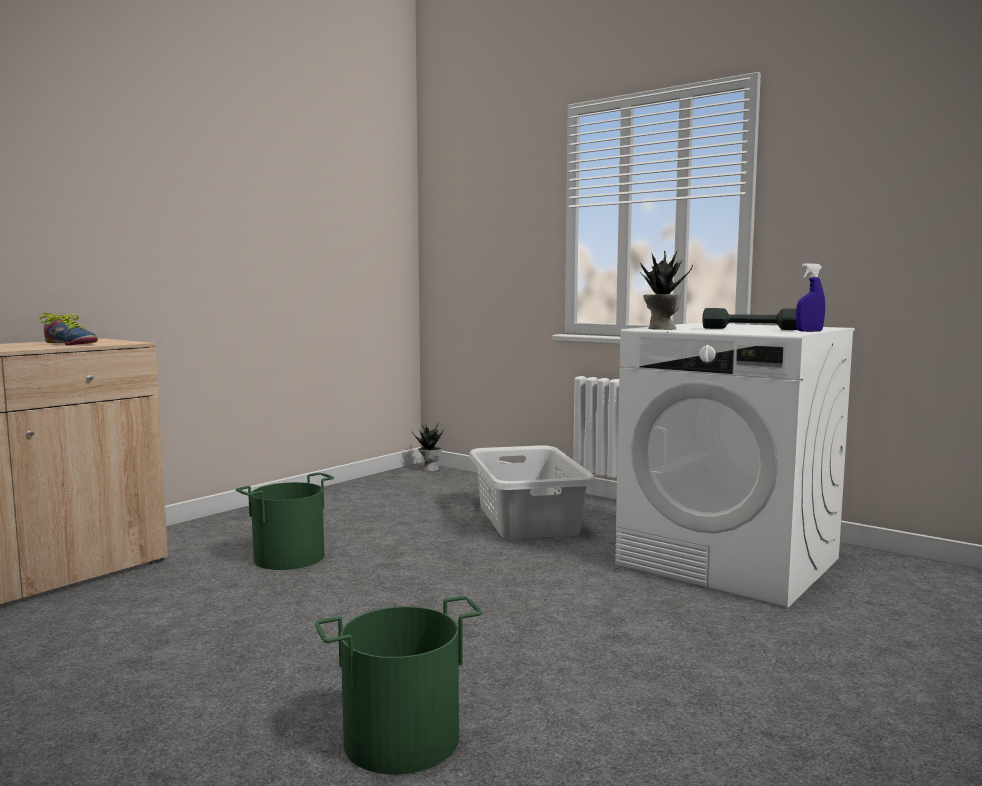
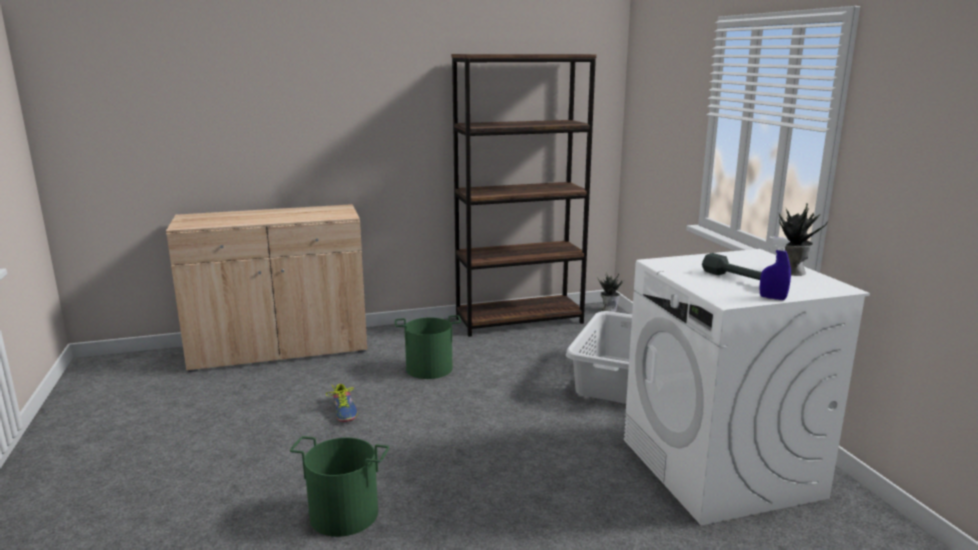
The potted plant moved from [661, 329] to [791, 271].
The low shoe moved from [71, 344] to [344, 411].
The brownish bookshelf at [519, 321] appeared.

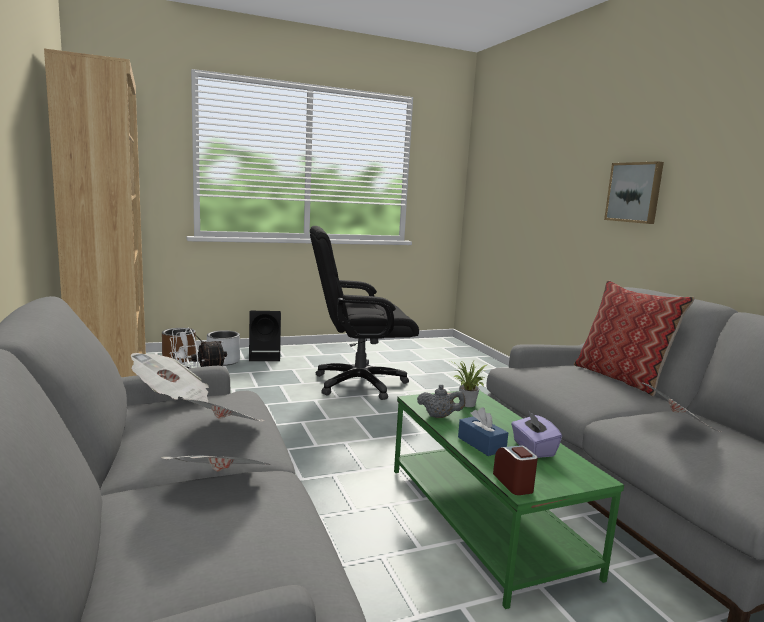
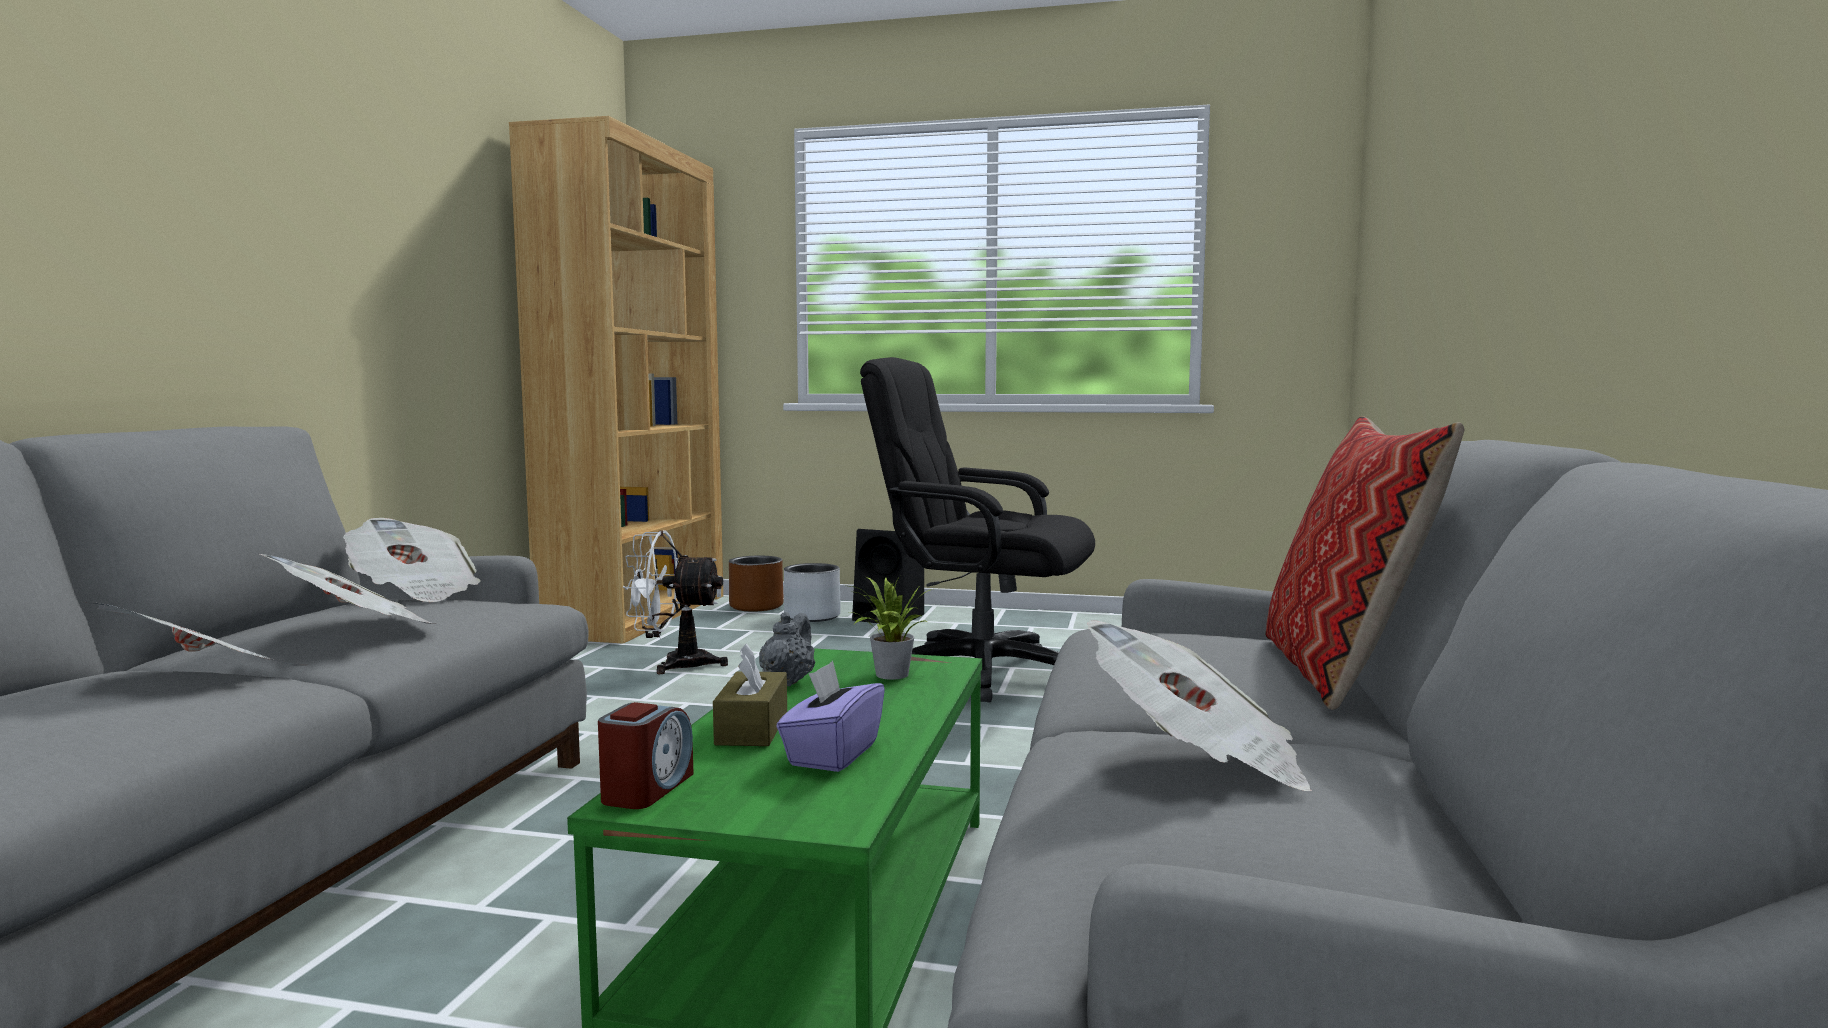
The wall art at [635, 192] disappeared.
The greyish pot for tea at [439, 416] turned 120 degrees counterclockwise.
The blue-coloured box of tissues at [481, 444] became the brownish box of tissues at [752, 728].

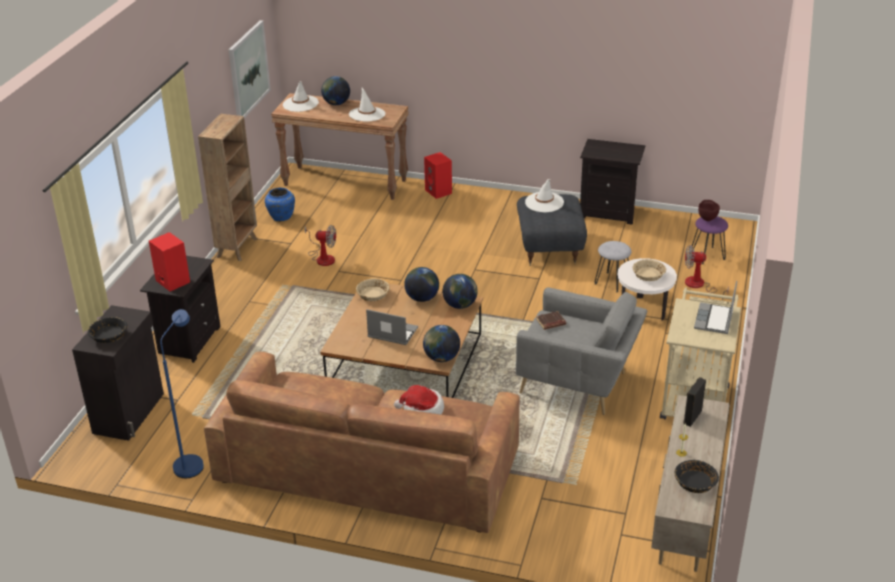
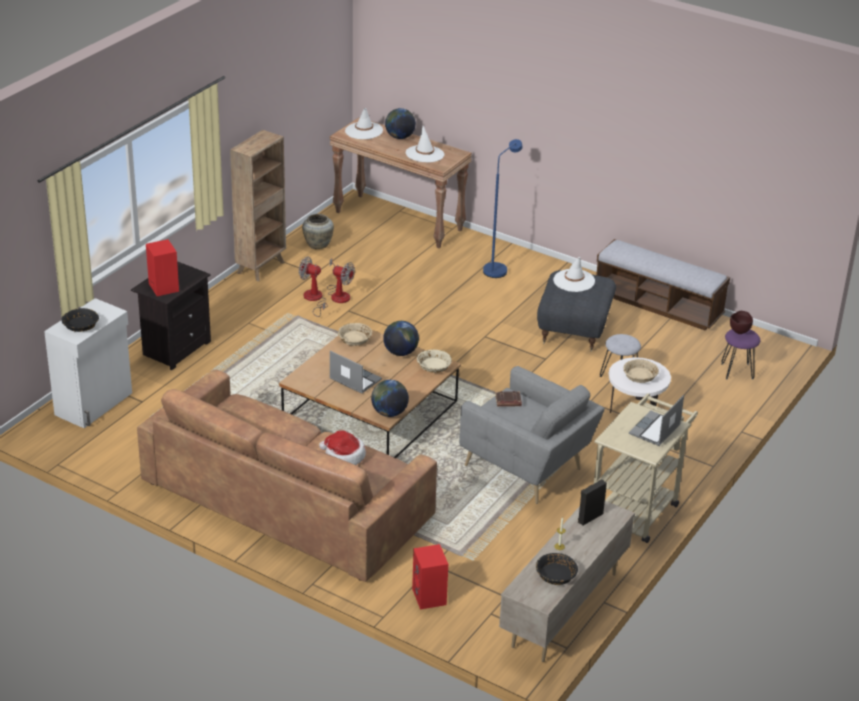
The wall art at [248, 70] disappeared.
The blackish bedside table at [609, 212] was replaced by the bench at [658, 305].
The reddish loudspeaker moved from [439, 192] to [430, 597].
The blue-coloured vase at [281, 217] became the sand-coloured vase at [318, 244].
The electric fan moved from [699, 286] to [314, 299].
The globe at [460, 305] was replaced by the sand-coloured bowl at [434, 367].
The blackish cupboard at [130, 413] became the white-coloured cupboard at [95, 404].
The blue-coloured standing lamp moved from [192, 462] to [498, 268].

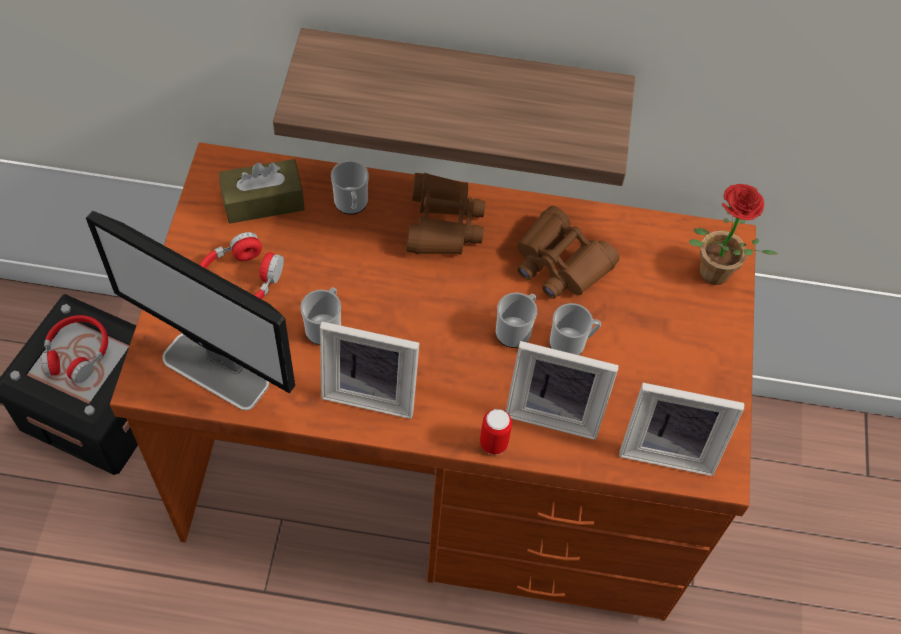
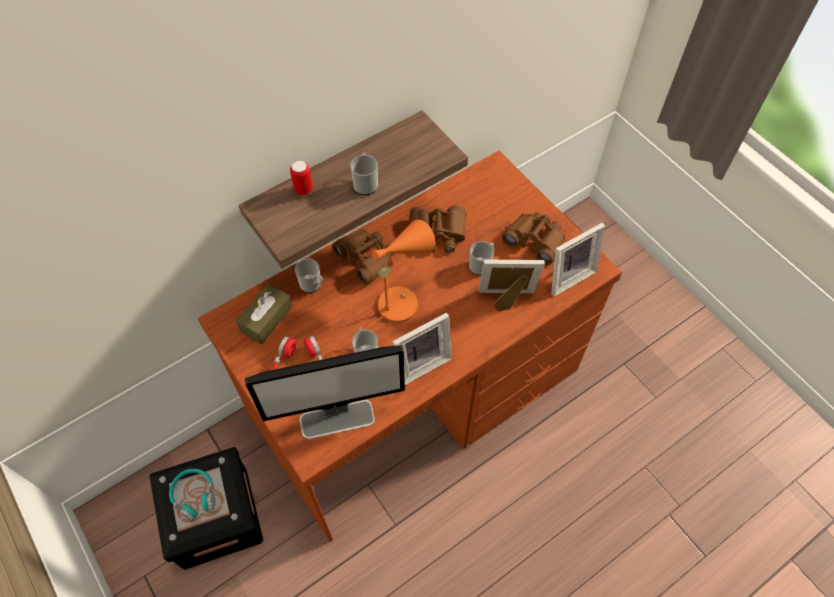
The potted plant at [710, 276] disappeared.
The tea mug moved from [516, 330] to [365, 183].
The reddish headset at [77, 353] became the turquoise headset at [194, 495].
The photo frame at [554, 410] turned 150 degrees counterclockwise.
The sealed can moved from [493, 443] to [303, 190].
The brownish binoculars at [535, 241] appeared.
The orange table lamp at [401, 300] appeared.

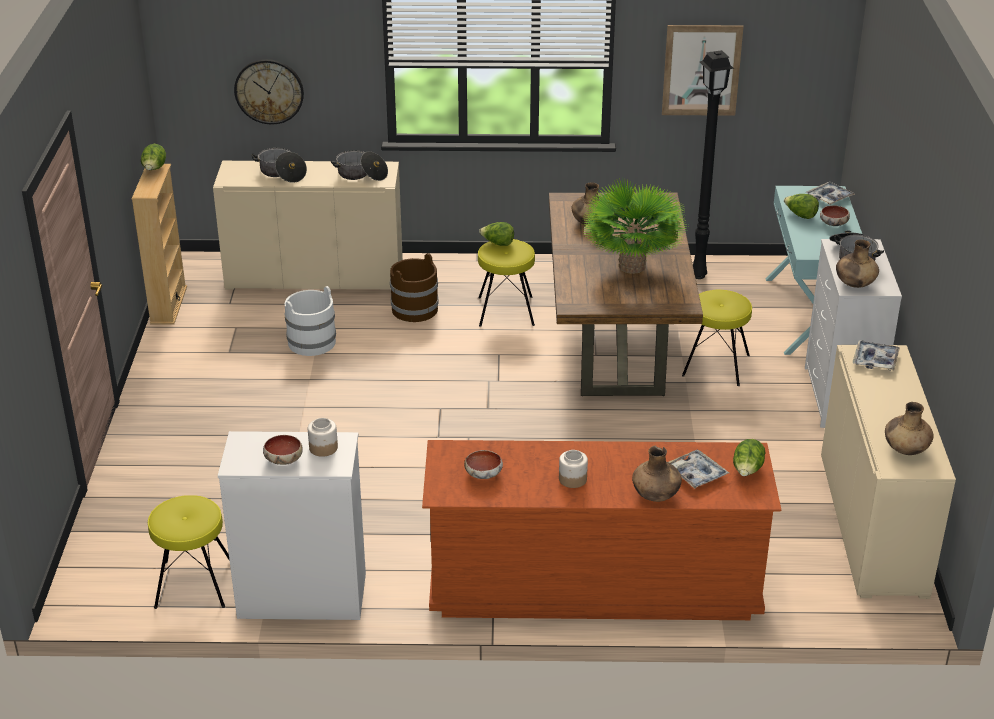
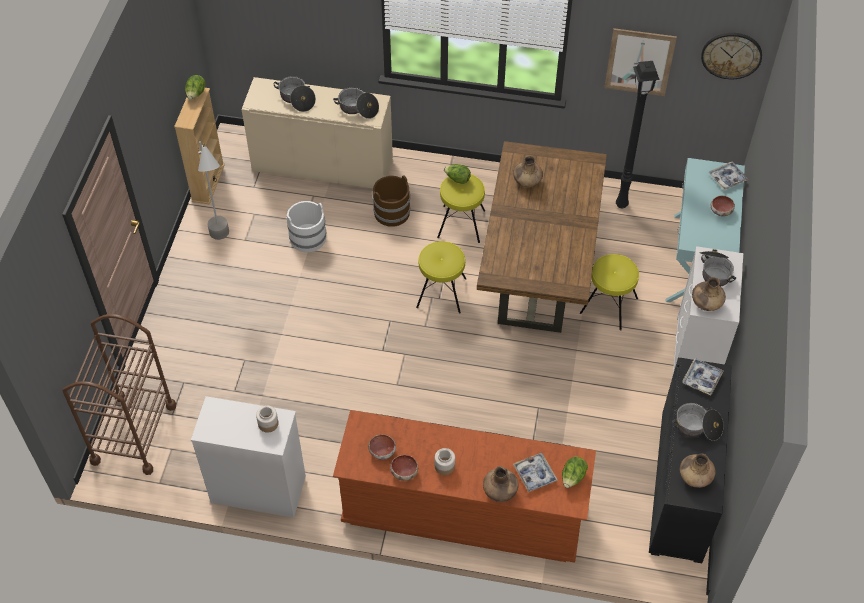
The hanging clock moved from [269, 91] to [731, 55].
The potted plant at [632, 266] disappeared.
The lettuce at [800, 215] disappeared.
The sand-coloured cupboard at [872, 524] became the blackish cupboard at [681, 485].
The bowl moved from [283, 460] to [404, 472].
The yellow-coloured sitting stool moved from [193, 584] to [441, 292].
The greyish standing lamp at [223, 244] appeared.
The brownish cart at [134, 433] appeared.
The cooking pot at [697, 427] appeared.

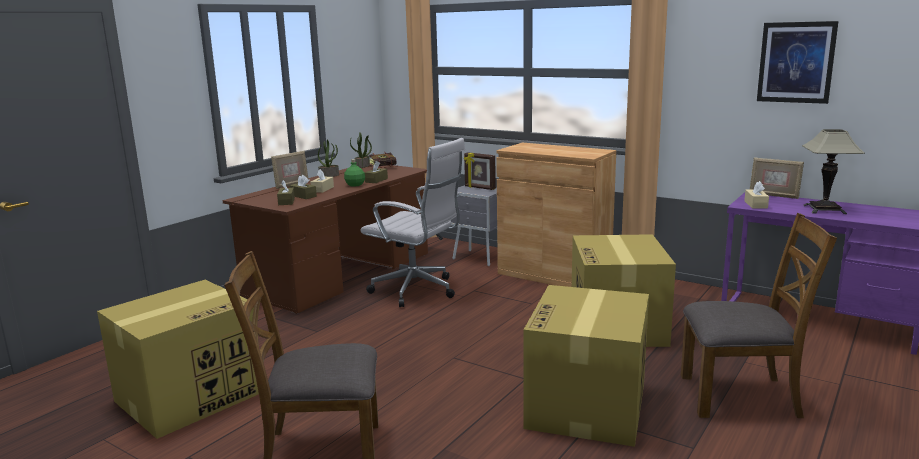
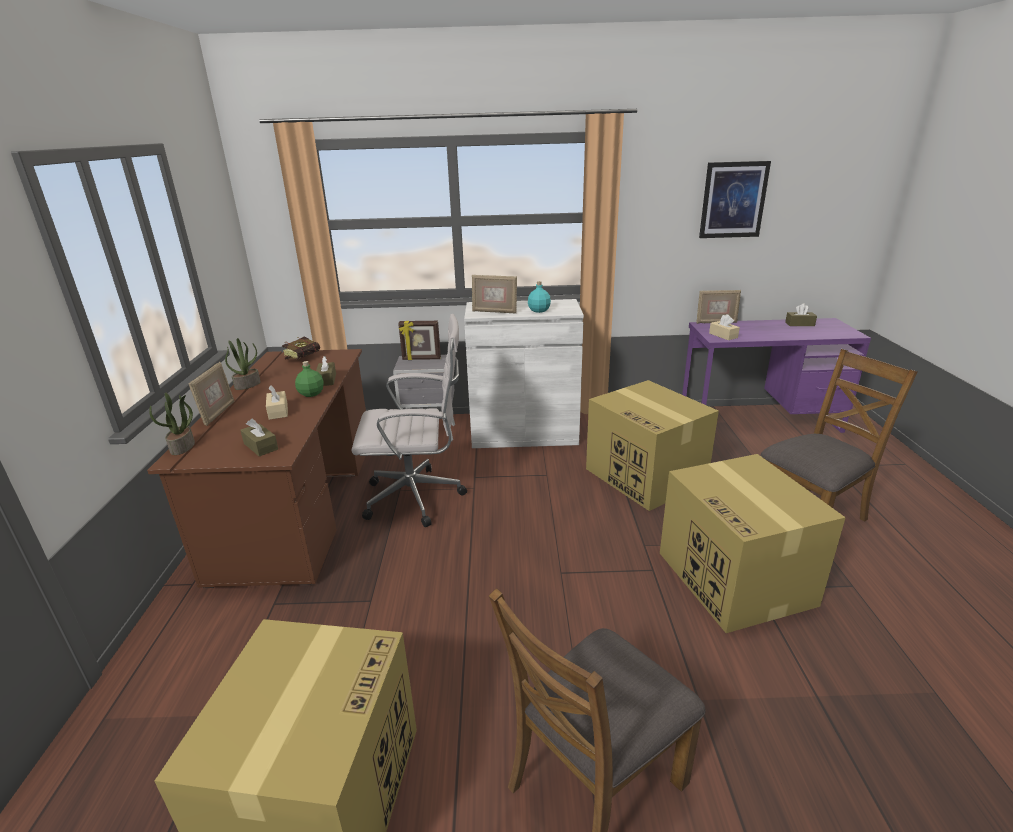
The table lamp at [824, 209] disappeared.
The potted plant moved from [362, 166] to [183, 447].
The brownish cupboard at [553, 275] became the white-coloured cupboard at [524, 434].
The brownish box of tissues moved from [303, 196] to [799, 324].
The photo frame at [494, 312] appeared.
The turquoise beverage bottle at [539, 310] appeared.

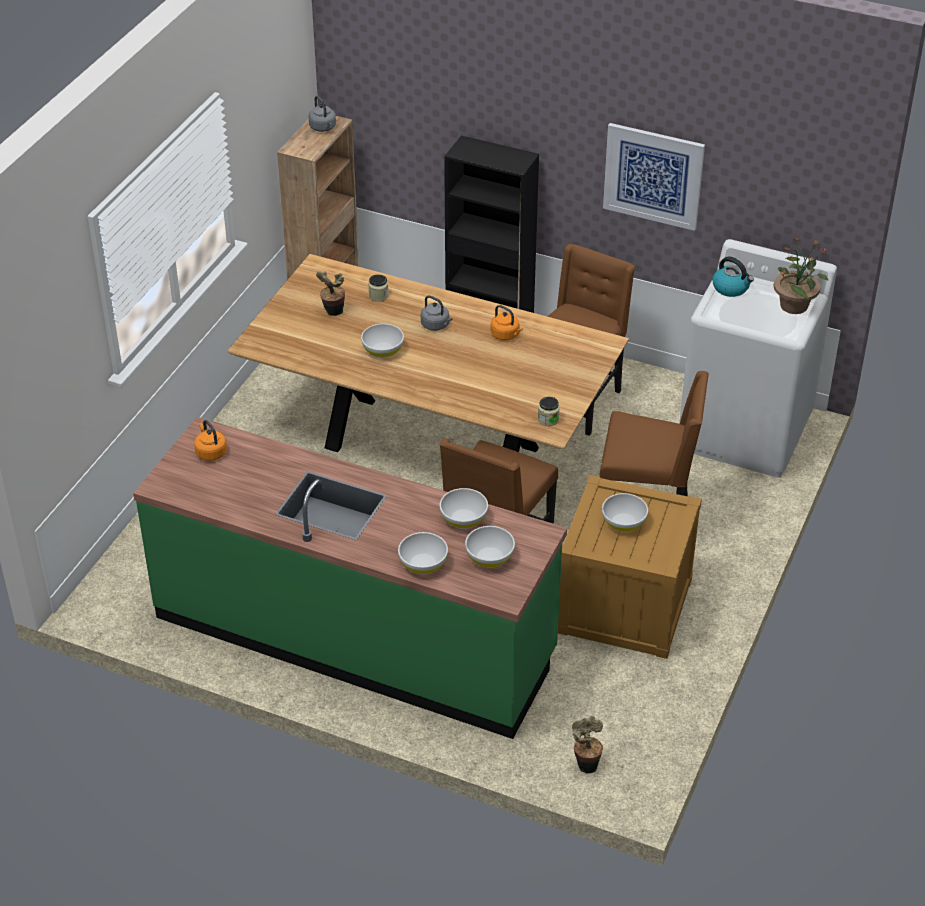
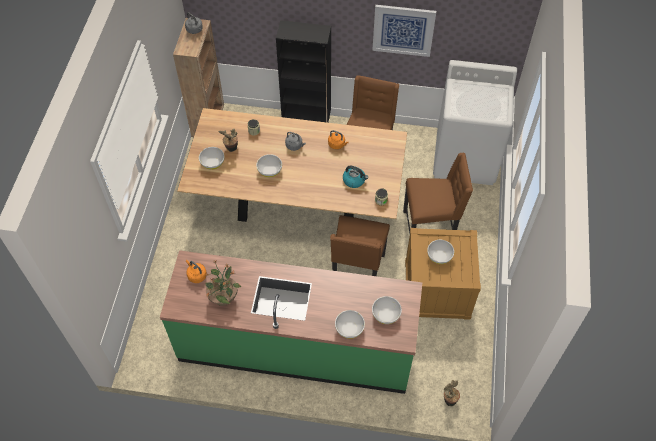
The potted plant moved from [794, 305] to [223, 297].
The tea kettle moved from [731, 288] to [354, 180].
The white-coloured bowl moved from [463, 519] to [212, 163].

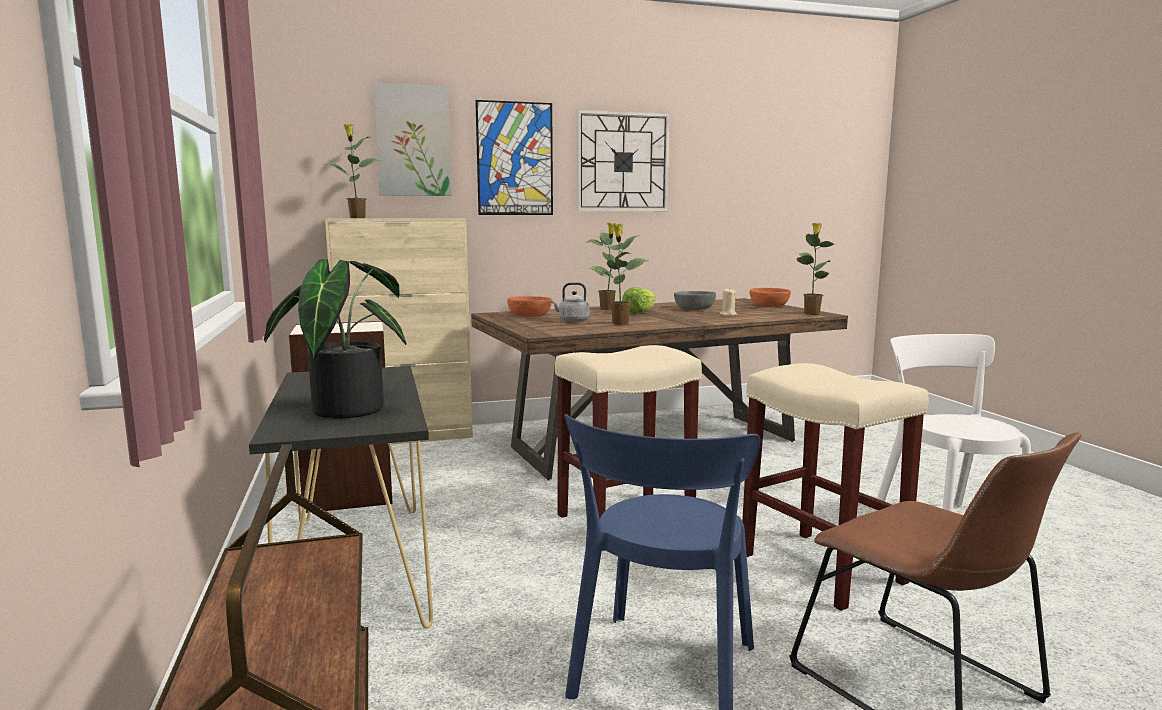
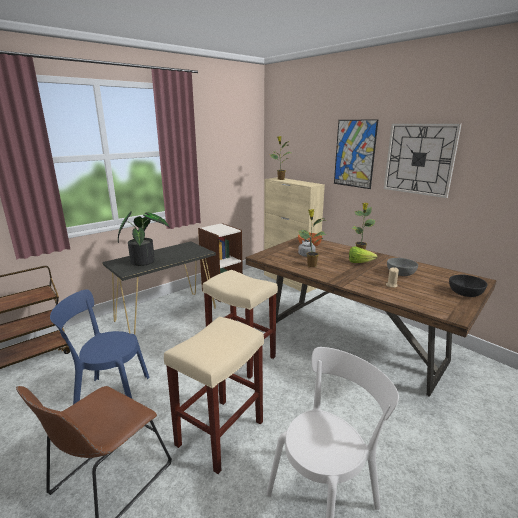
The wall art at [413, 141] disappeared.
The potted plant at [811, 313] disappeared.
The orange bowl at [769, 306] became the blackish bowl at [465, 293].

